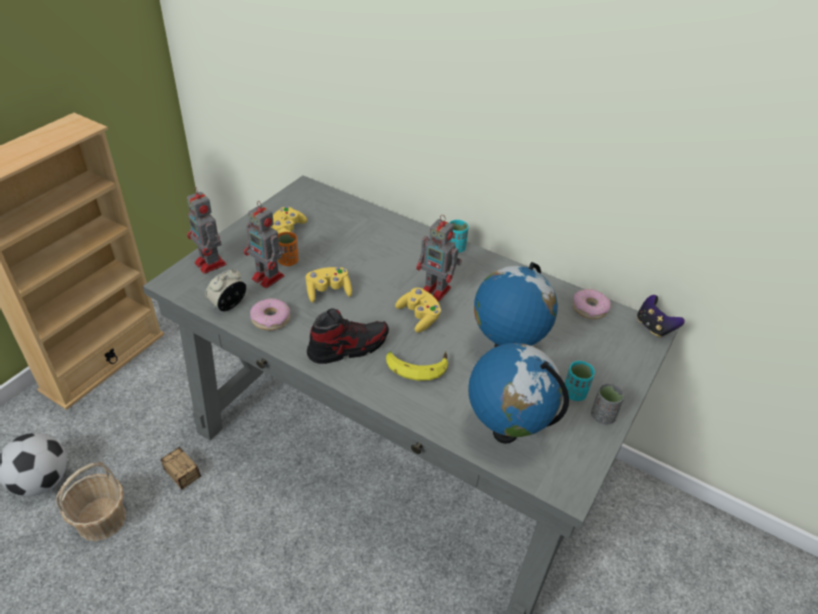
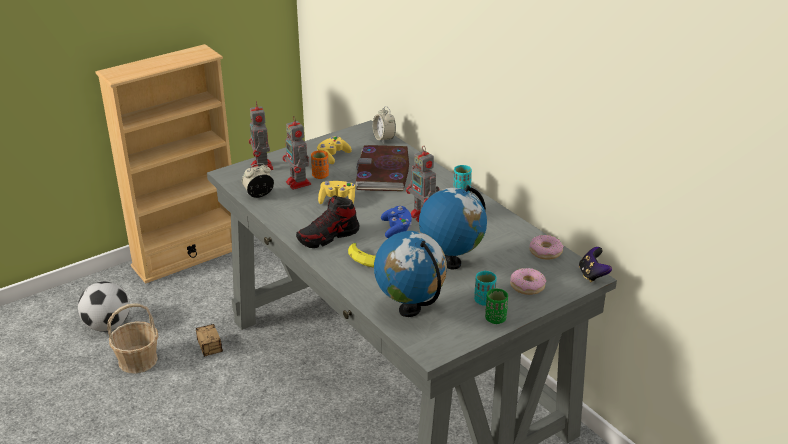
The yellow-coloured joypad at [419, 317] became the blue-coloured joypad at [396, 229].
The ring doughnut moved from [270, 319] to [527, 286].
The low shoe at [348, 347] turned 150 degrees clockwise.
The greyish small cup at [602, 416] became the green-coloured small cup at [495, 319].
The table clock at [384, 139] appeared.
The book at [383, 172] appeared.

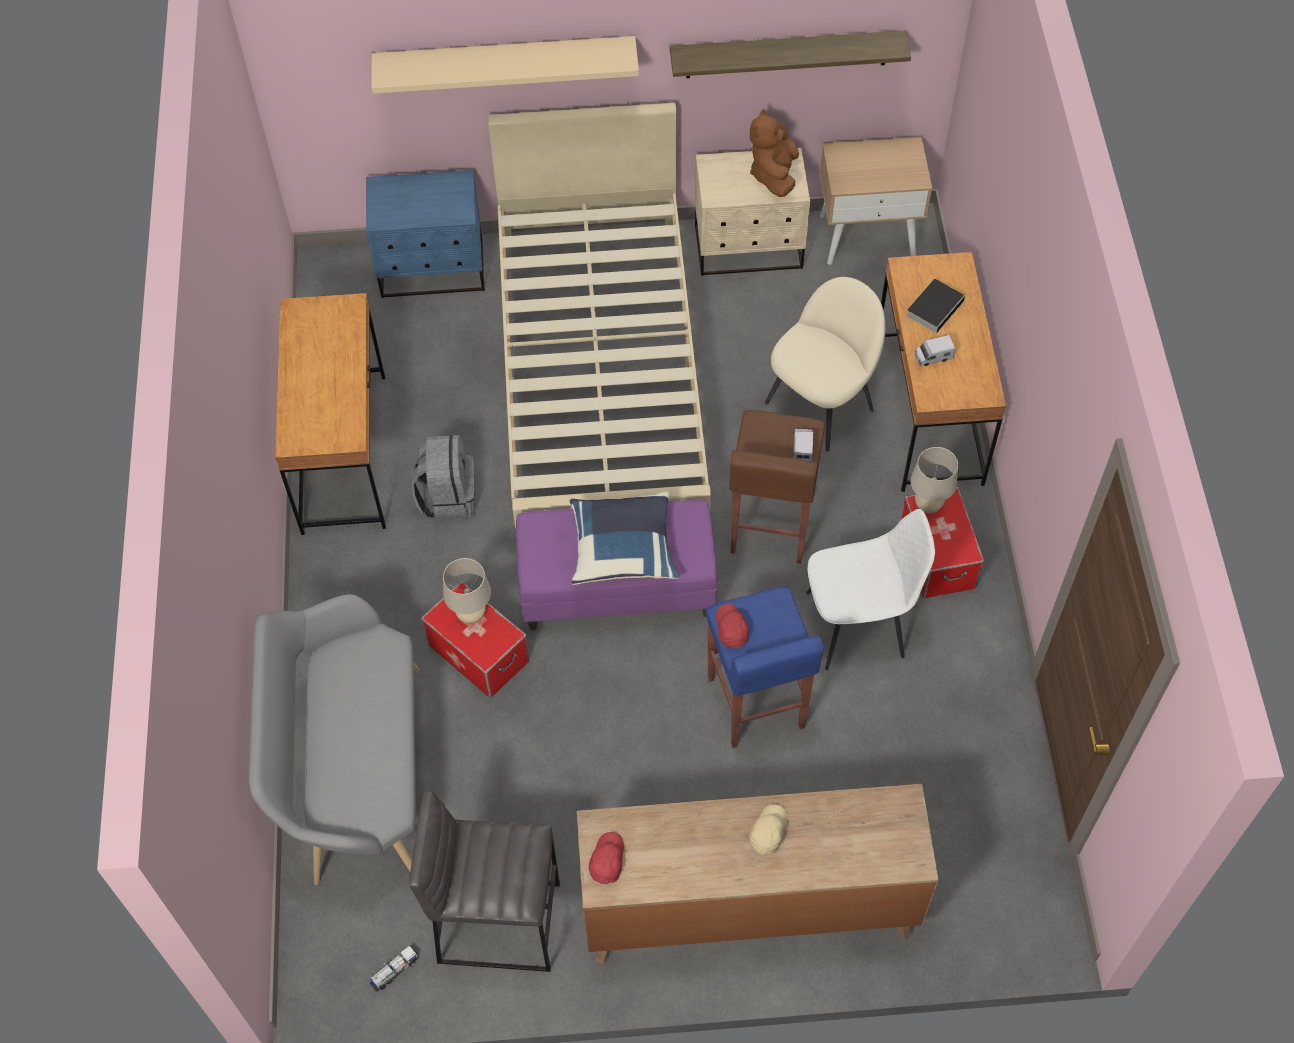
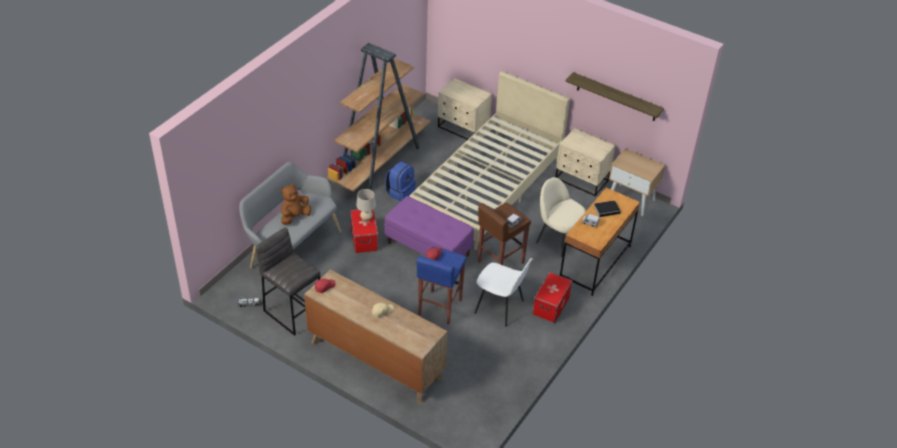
The sand-coloured wall shelf at [505, 61] disappeared.
The brownish soft toy moved from [774, 174] to [295, 217].
The blue-coloured bedside table at [433, 270] became the sand-coloured bedside table at [463, 128].
The sand-coloured chair at [821, 404] turned 135 degrees counterclockwise.
The brownish desk unit at [344, 453] was replaced by the brownish bookshelf at [380, 162].
The greyish backpack at [448, 497] became the blue-coloured backpack at [400, 192].
The sand-coloured table lamp at [928, 505] disappeared.
The blue-coloured throw pillow at [623, 549] disappeared.

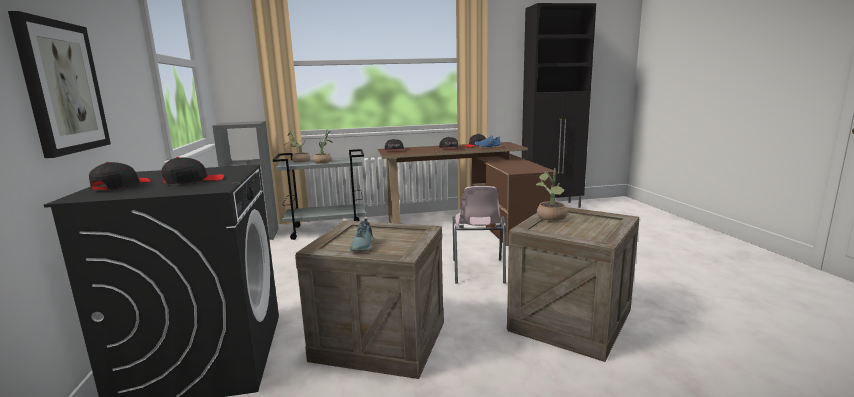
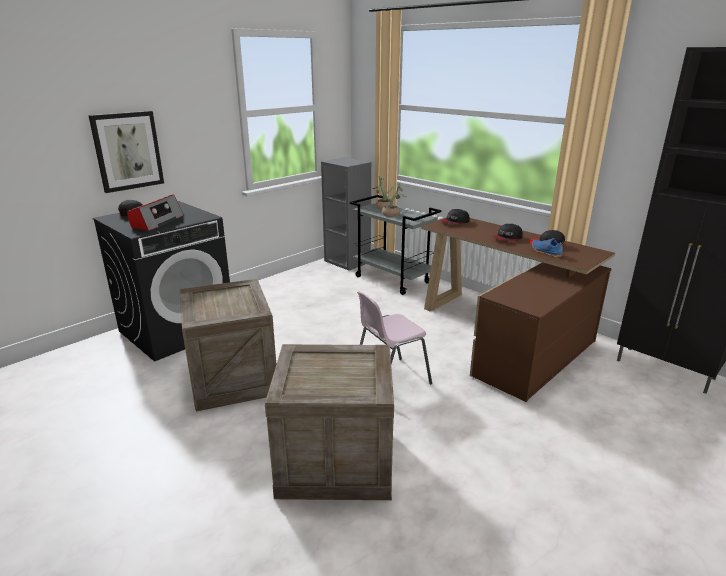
The blackish peaked cap at [194, 181] was replaced by the radio set at [157, 222].
The potted plant at [551, 218] disappeared.
The low shoe at [363, 245] disappeared.

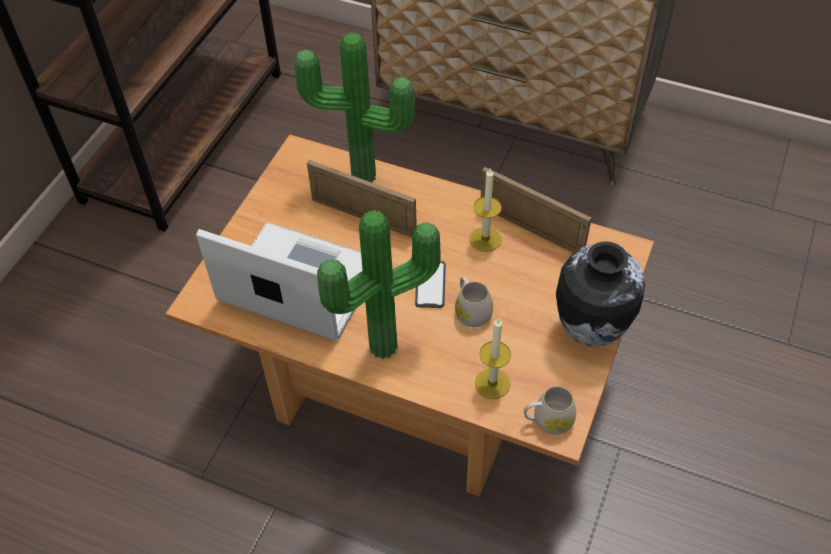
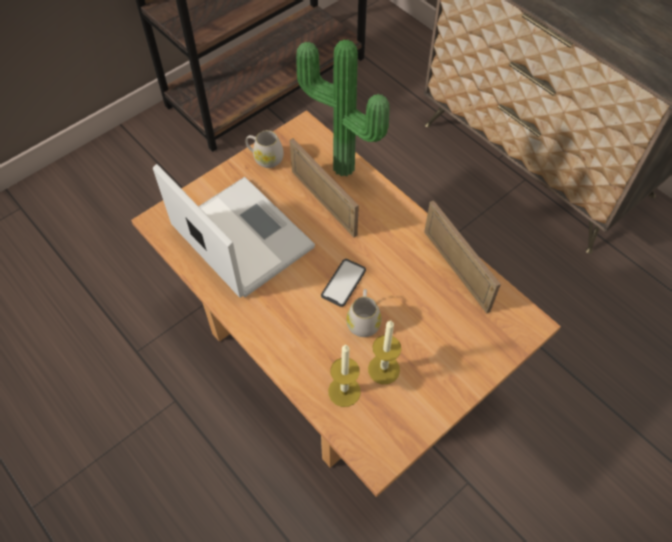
The candle moved from [485, 239] to [383, 369].
The potted plant at [387, 350] disappeared.
The vase at [589, 330] disappeared.
The white-coloured tea mug moved from [548, 420] to [265, 158].

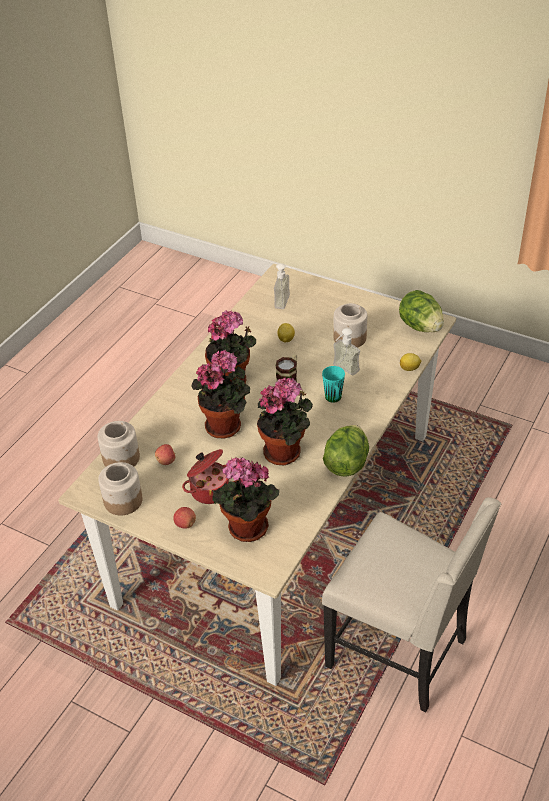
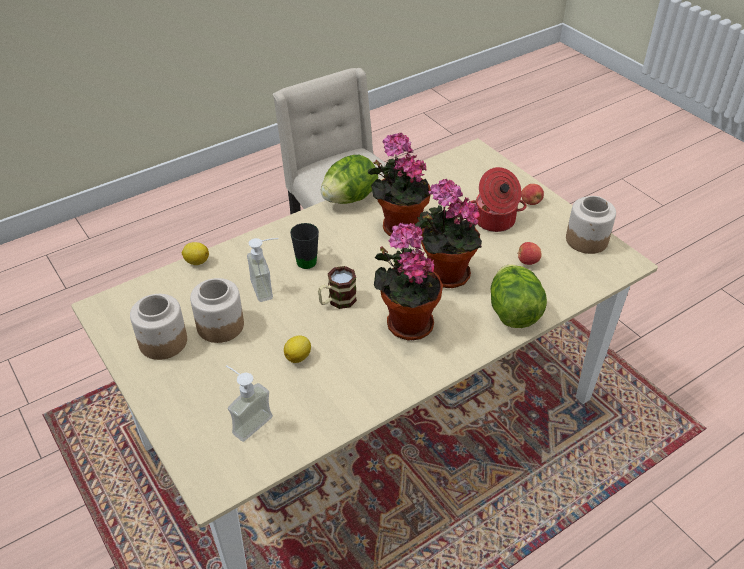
The lettuce moved from [420, 326] to [513, 313].
The turquoise tea mug at [334, 400] became the blackish tea mug at [308, 258].
The storage jar moved from [121, 458] to [162, 342].
The potted plant at [246, 530] disappeared.

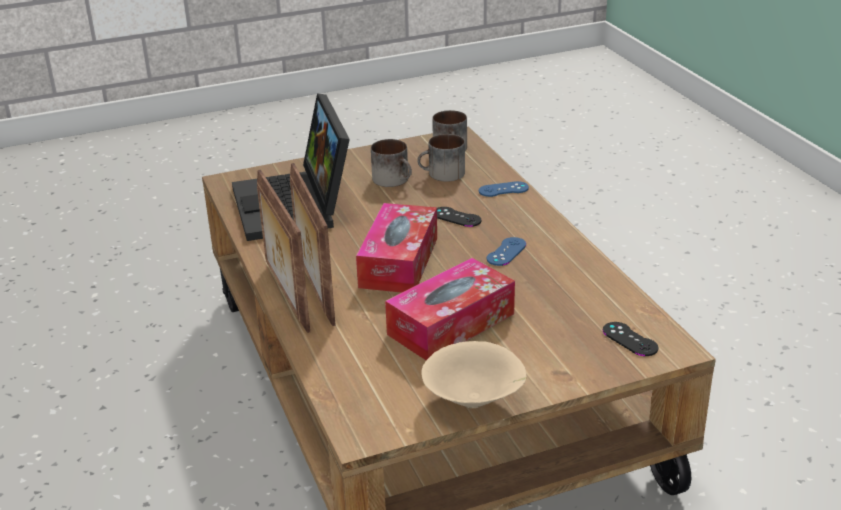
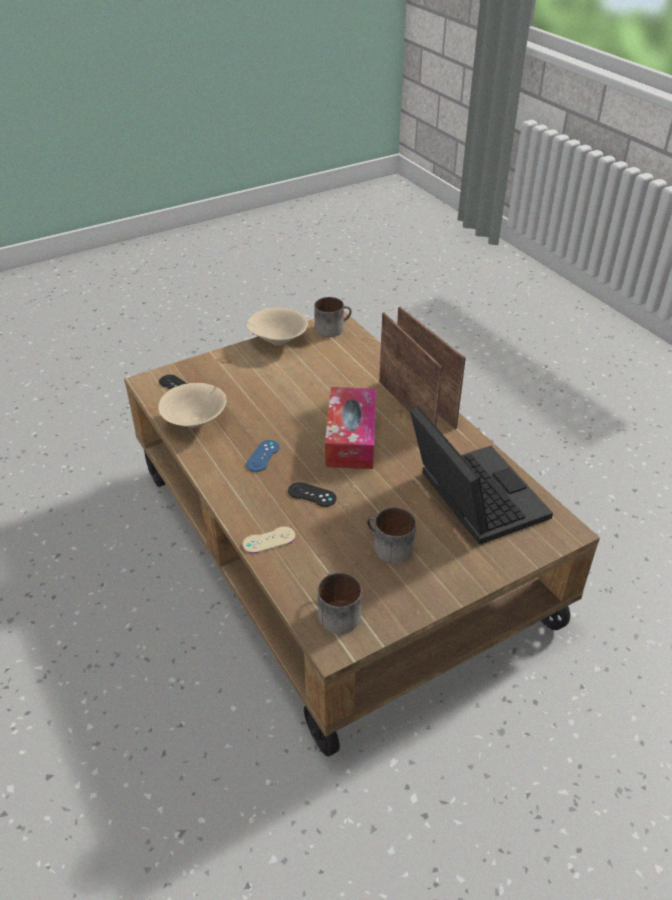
The tea mug moved from [442, 175] to [332, 327].
The blue-coloured joypad at [503, 189] became the sand-coloured joypad at [269, 540].
The box of tissues at [451, 324] disappeared.
The sand-coloured bowl at [196, 422] appeared.

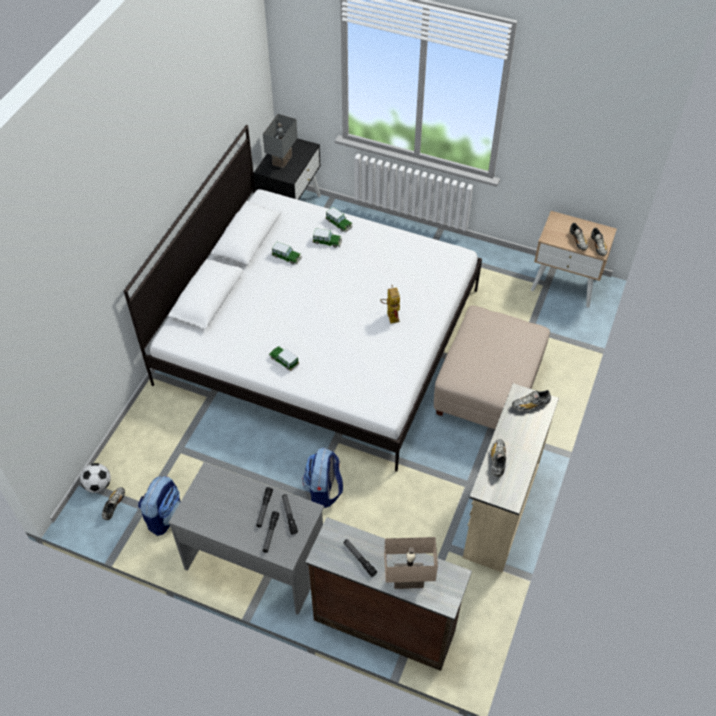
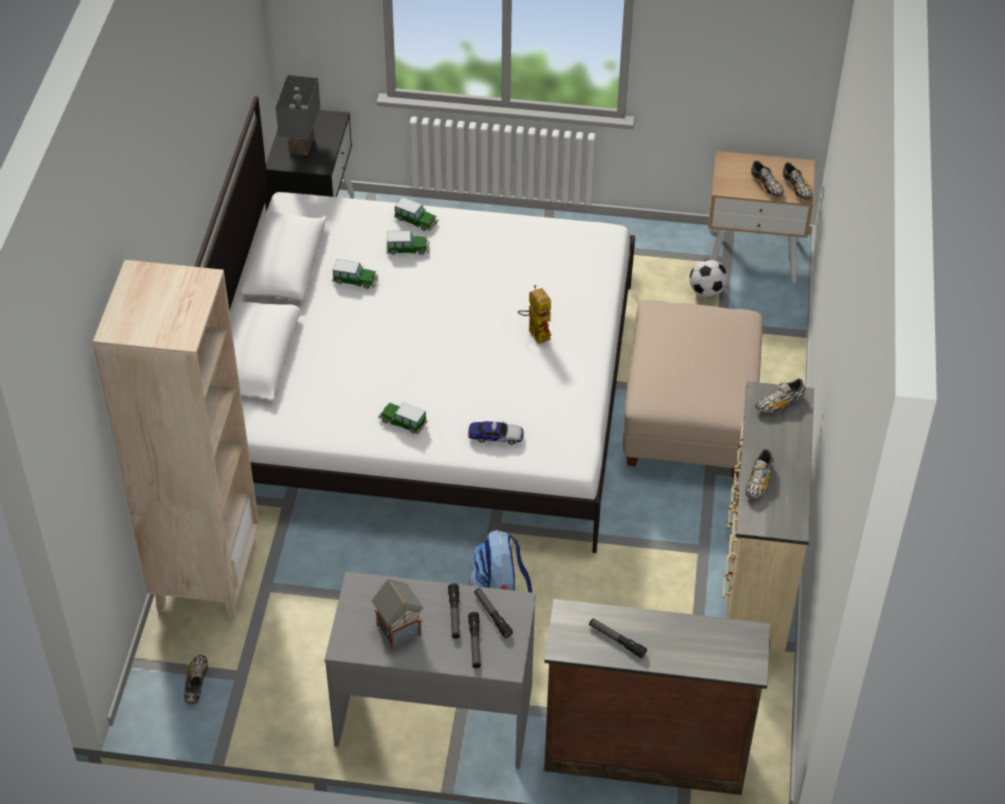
The low shoe at [498, 460] turned 150 degrees counterclockwise.
The ball for football moved from [98, 485] to [706, 292].
The backpack at [165, 516] disappeared.
The sand-coloured table lamp at [408, 581] disappeared.
The sand-coloured bookshelf at [206, 576] appeared.
The miniature car at [495, 436] appeared.
The model house at [398, 629] appeared.

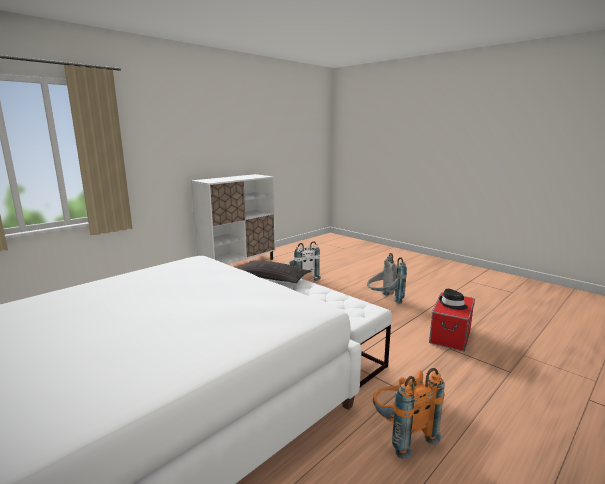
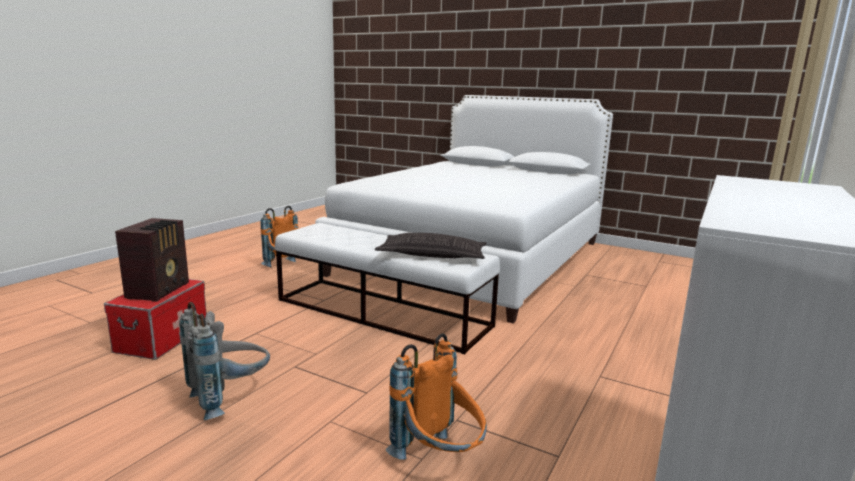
The white-coloured backpack at [303, 278] became the orange backpack at [439, 459].
The blackish clothing hat at [452, 304] was replaced by the radio set at [160, 290].

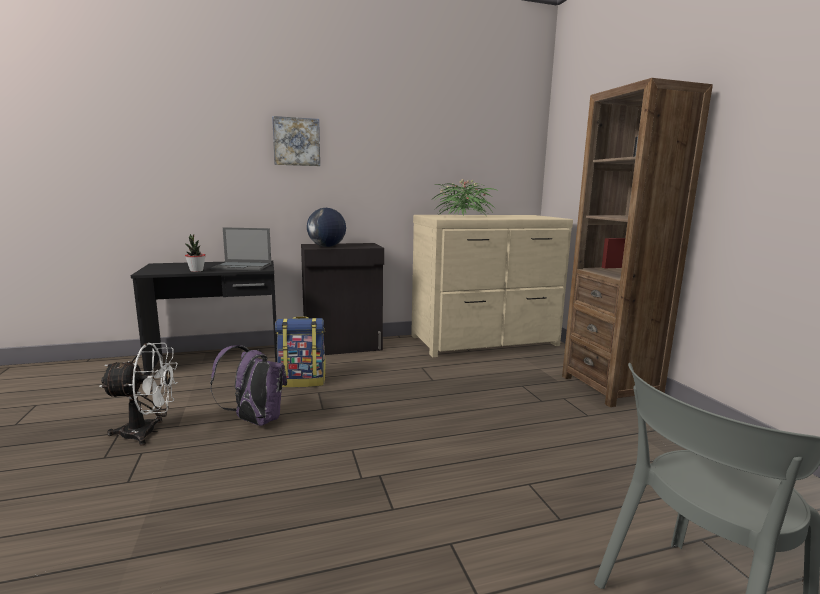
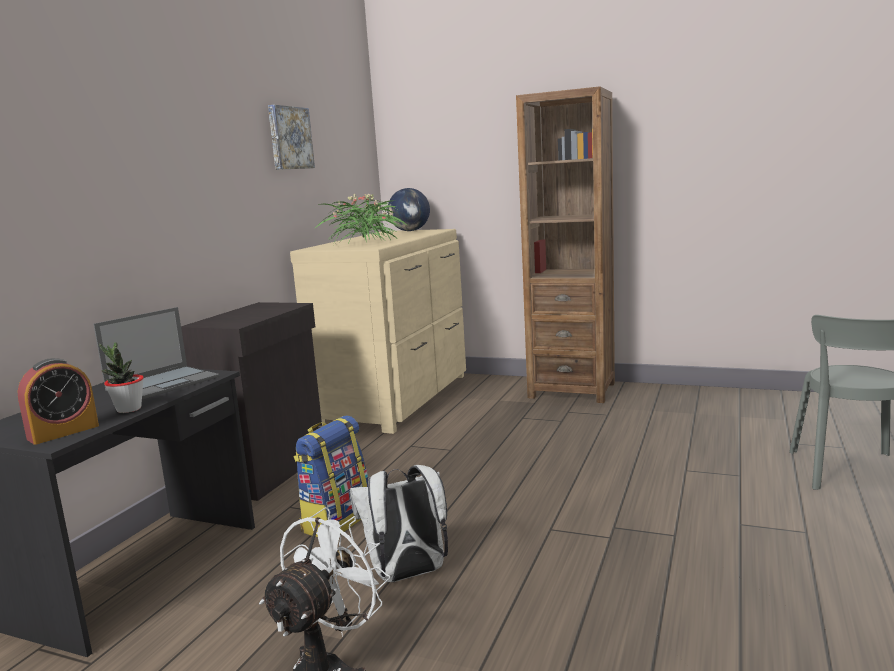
The wall art moved from [296, 142] to [289, 138].
The globe moved from [327, 246] to [410, 231].
The purple-coloured backpack at [255, 421] became the white-coloured backpack at [407, 575].
The table clock at [63, 432] appeared.

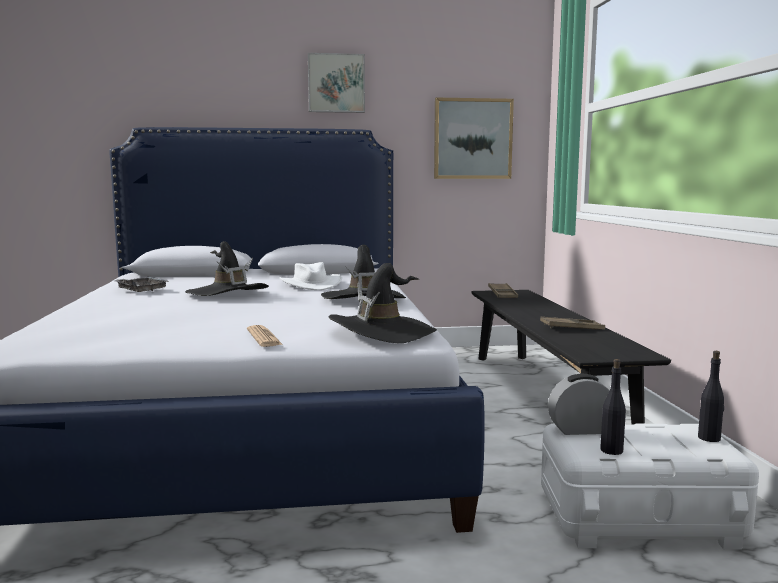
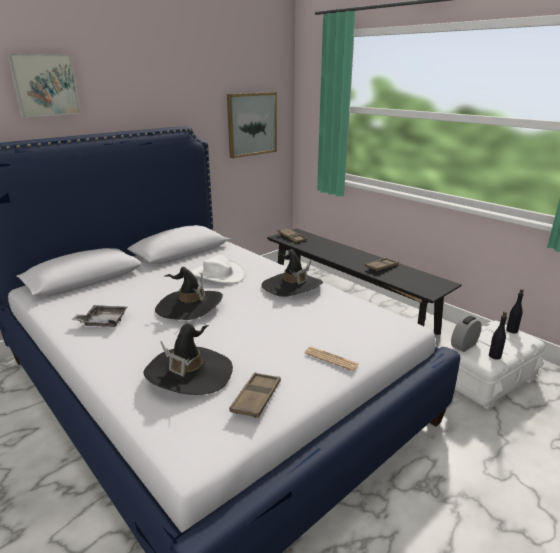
The wall art moved from [336, 83] to [44, 85].
The blackish clothing hat moved from [382, 332] to [189, 373].
The brownish tray at [256, 398] appeared.

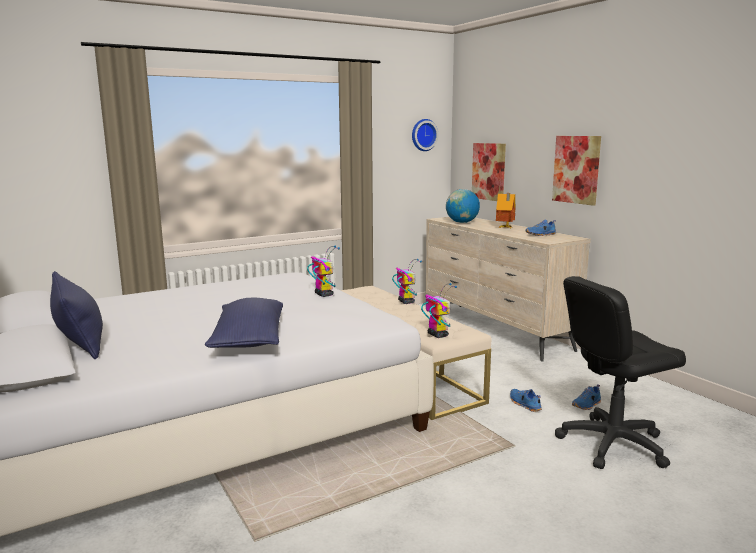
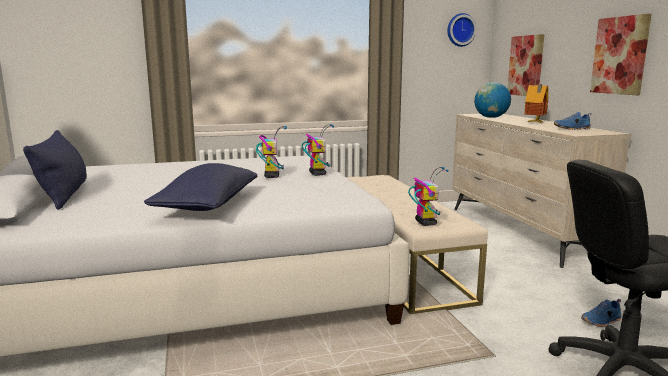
The toy robot moved from [406, 302] to [271, 176].
The blue-coloured low shoe at [524, 404] disappeared.

